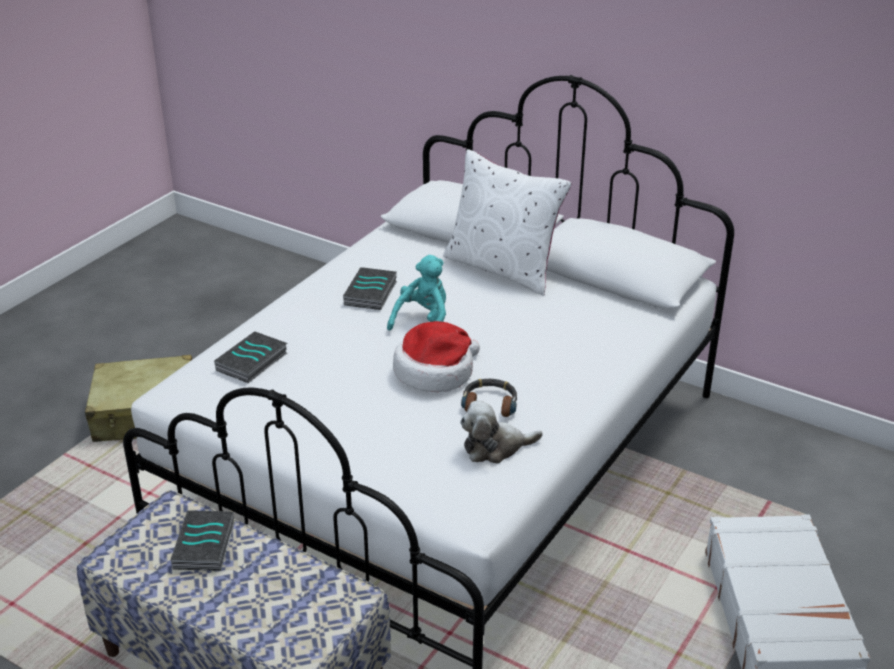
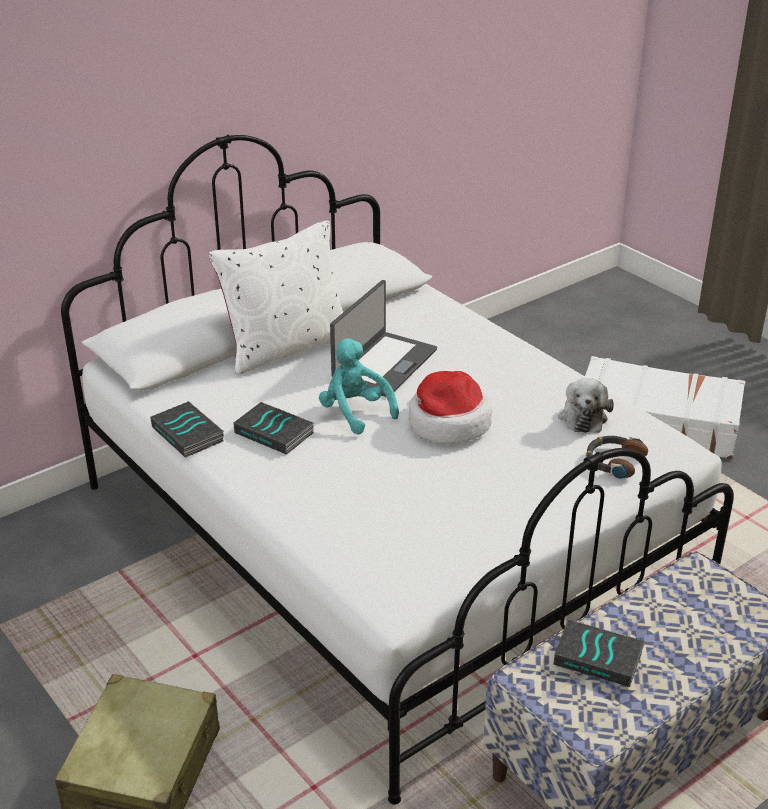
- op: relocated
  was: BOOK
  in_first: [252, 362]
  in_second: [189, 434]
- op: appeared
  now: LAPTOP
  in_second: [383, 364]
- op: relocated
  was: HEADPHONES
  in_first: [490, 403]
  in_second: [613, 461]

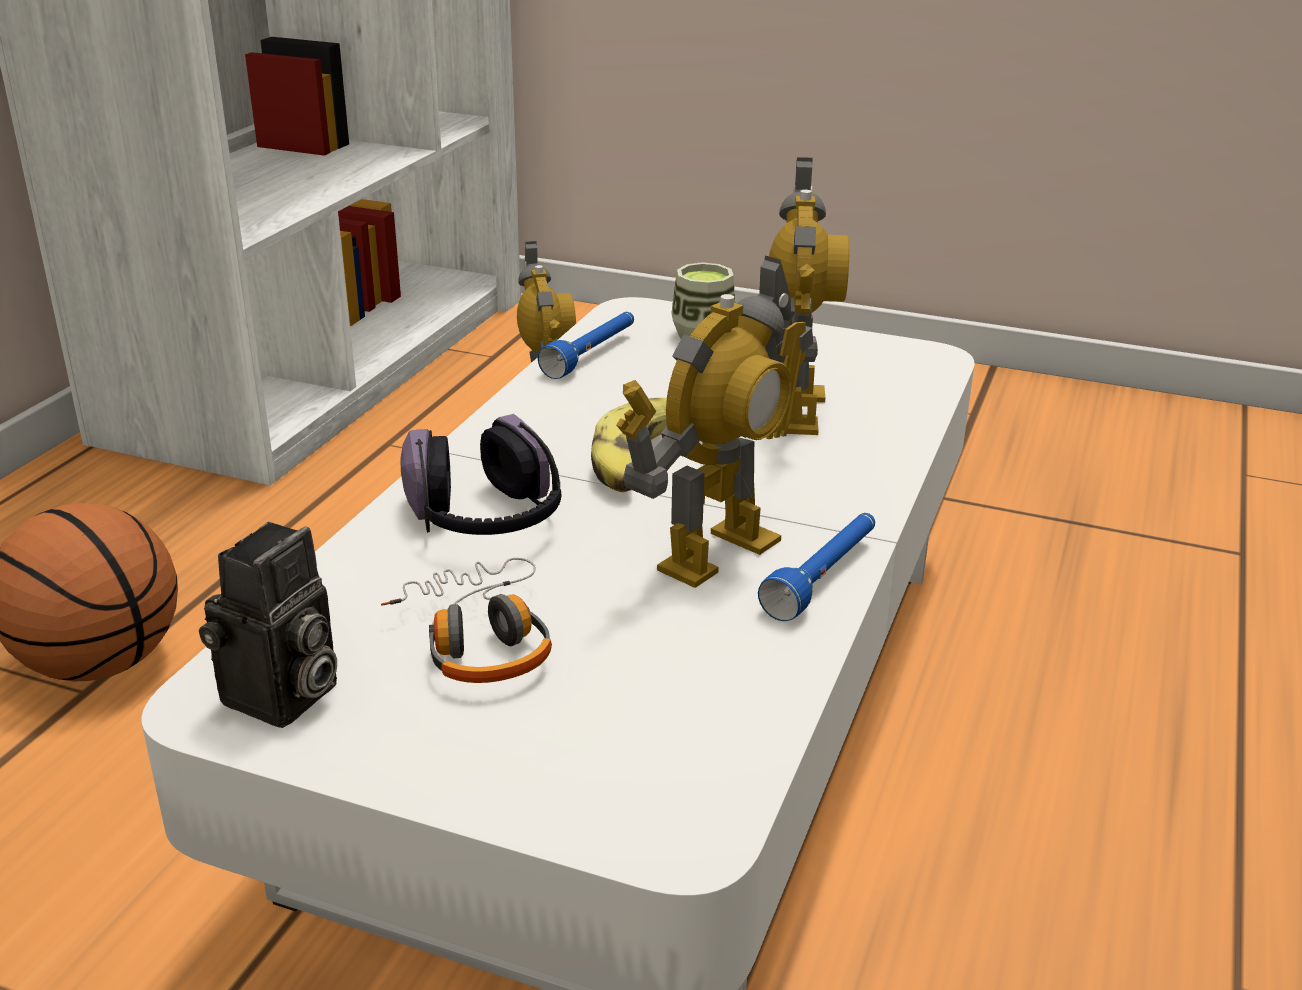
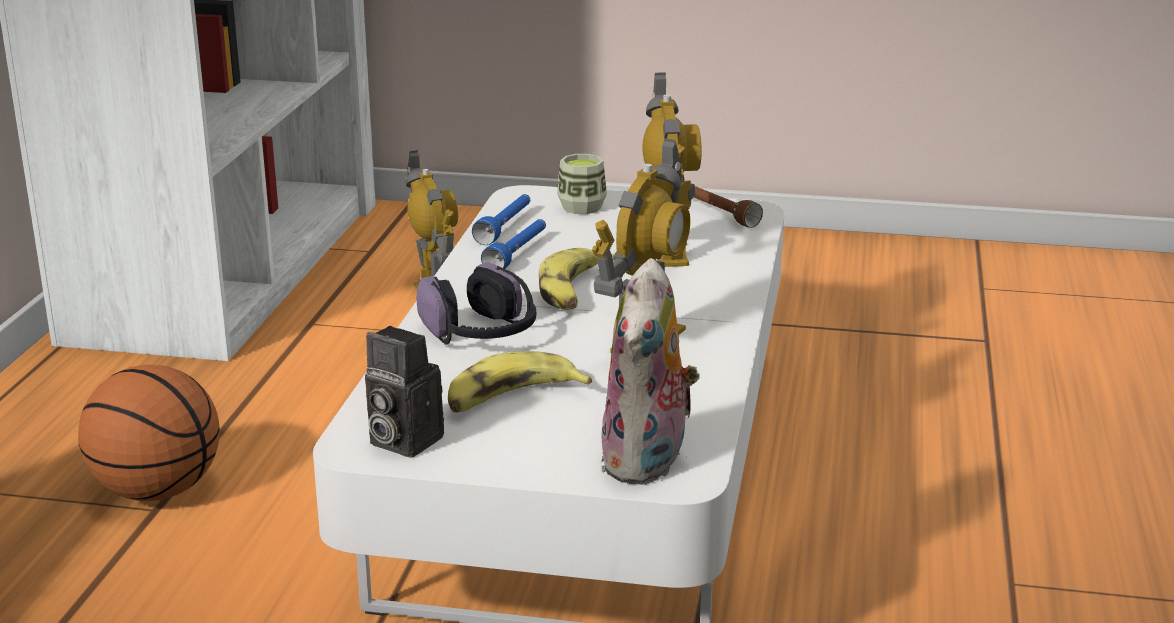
- op: spun
  was: PHOTO CAMERA
  in_first: [281, 699]
  in_second: [400, 441]
  clockwise: 105
- op: exchanged
  was: HEADPHONES
  now: BANANA
  in_first: [479, 639]
  in_second: [511, 399]
- op: relocated
  was: BLUE FLASHLIGHT
  in_first: [823, 578]
  in_second: [518, 254]
- op: appeared
  now: PLUSH TOY
  in_second: [648, 463]
- op: appeared
  now: BROWN FLASHLIGHT
  in_second: [718, 213]

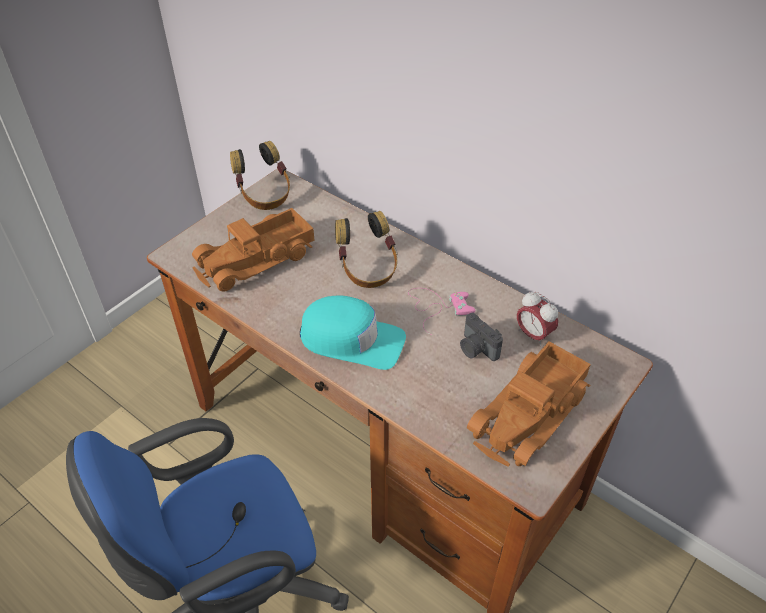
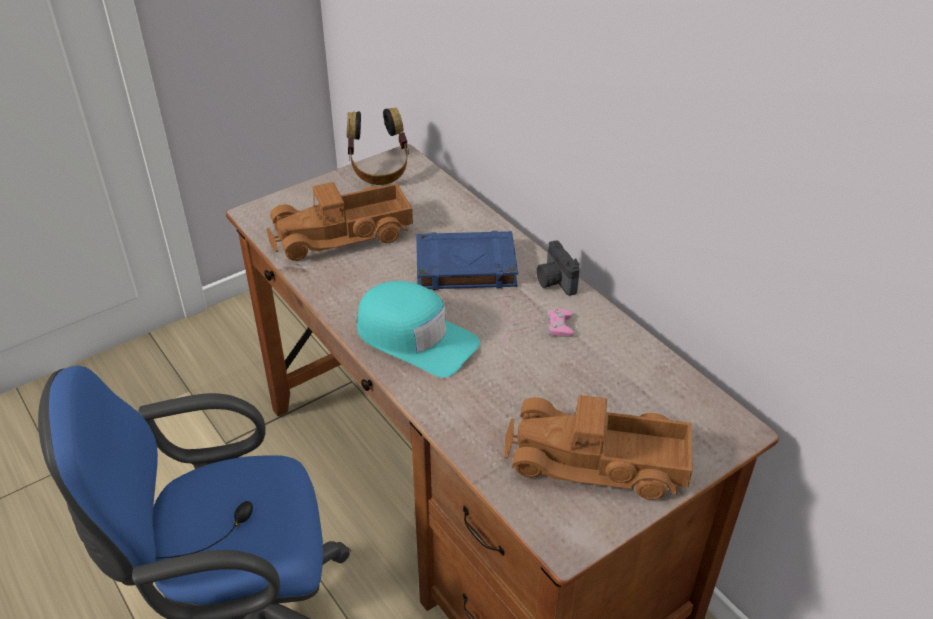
- op: exchanged
  was: HEADPHONES
  now: BLUE BOOK
  in_first: [367, 269]
  in_second: [464, 267]
- op: spun
  was: TOY TRUCK
  in_first: [531, 414]
  in_second: [597, 463]
  clockwise: 45
- op: relocated
  was: PHOTO CAMERA
  in_first: [476, 349]
  in_second: [554, 281]
- op: missing
  was: ALARM CLOCK
  in_first: [533, 335]

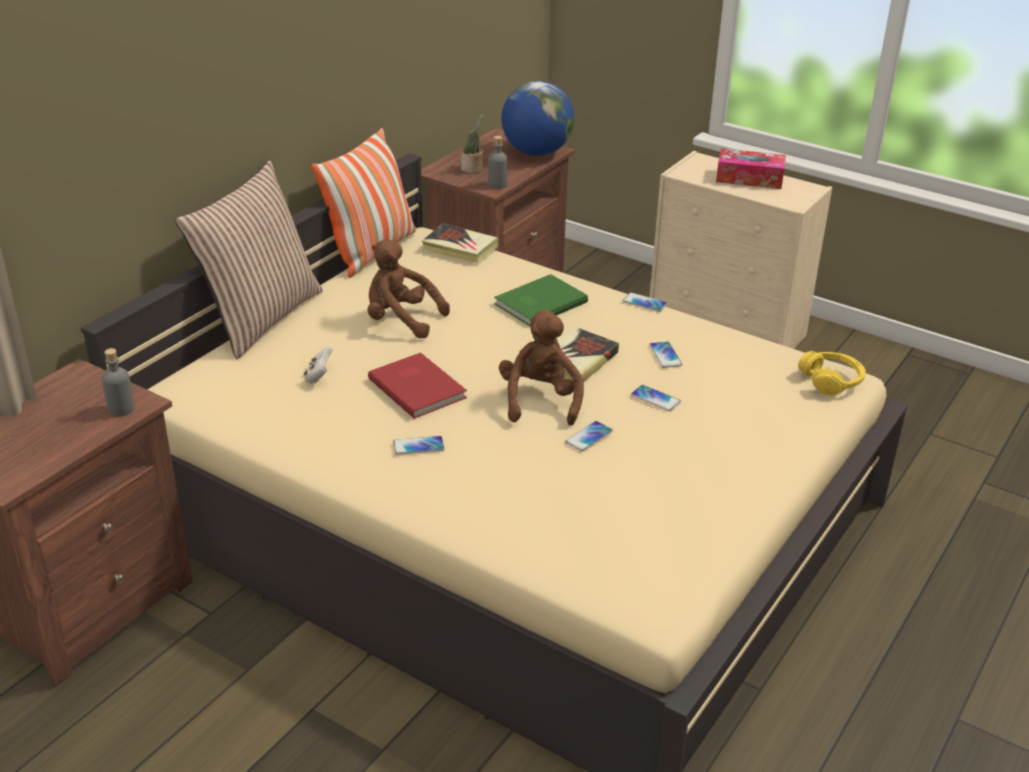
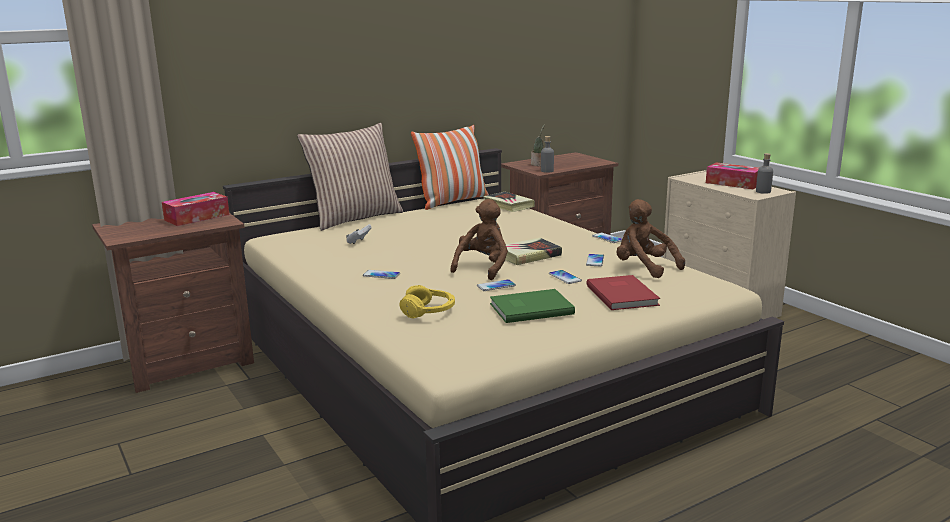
- op: appeared
  now: TISSUE BOX
  in_second: [197, 217]
- op: relocated
  was: YELLOW HEADPHONES
  in_first: [831, 381]
  in_second: [428, 311]
- op: relocated
  was: GREEN BOOK
  in_first: [538, 302]
  in_second: [529, 308]
- op: relocated
  was: RED BOOK
  in_first: [418, 387]
  in_second: [623, 294]
- op: relocated
  was: BROWN PLUSH TOY
  in_first: [401, 320]
  in_second: [644, 268]
- op: relocated
  was: GREY BOTTLE
  in_first: [121, 409]
  in_second: [763, 191]
- op: missing
  was: GLOBE
  in_first: [537, 152]

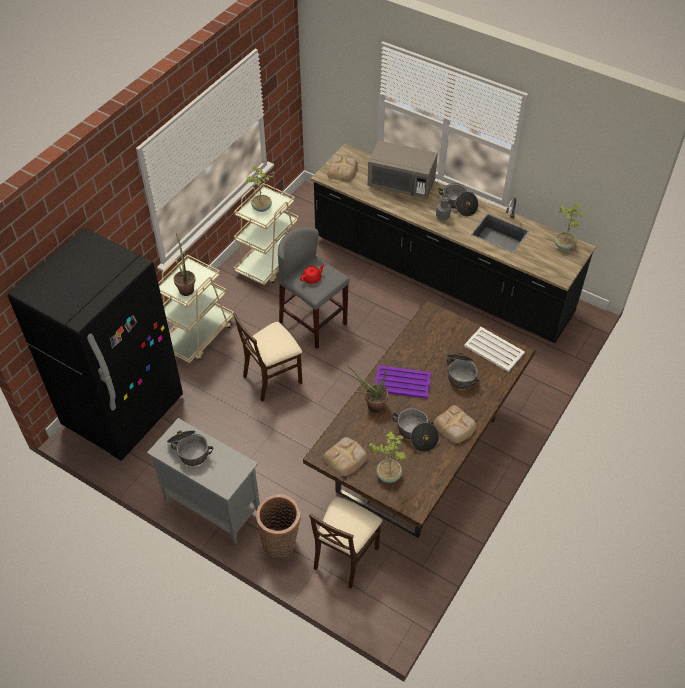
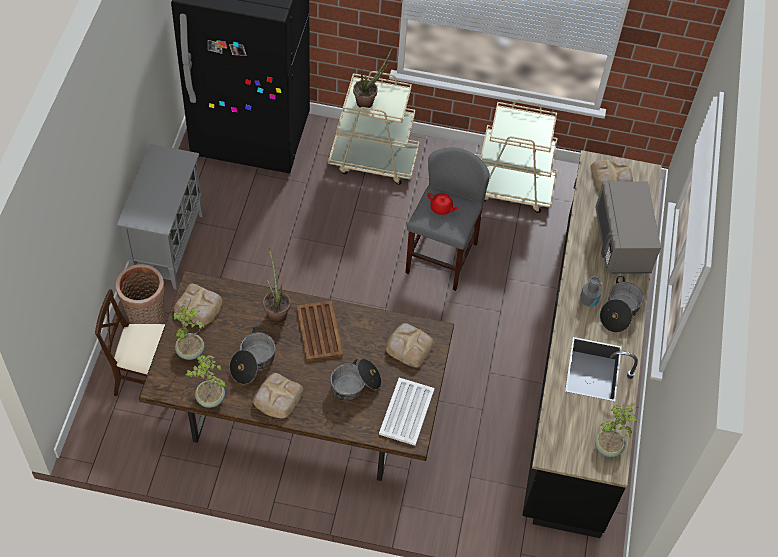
- op: relocated
  was: POTTED PLANT
  in_first: [262, 208]
  in_second: [210, 399]
- op: colour
  was: PURPLE TRAY
  now: BROWN TRAY
  in_first: [401, 382]
  in_second: [319, 330]
- op: appeared
  now: BREAD
  in_second: [409, 346]
- op: missing
  was: COOKING POT
  in_first: [190, 450]
- op: missing
  was: BEIGE CHAIR
  in_first: [272, 378]

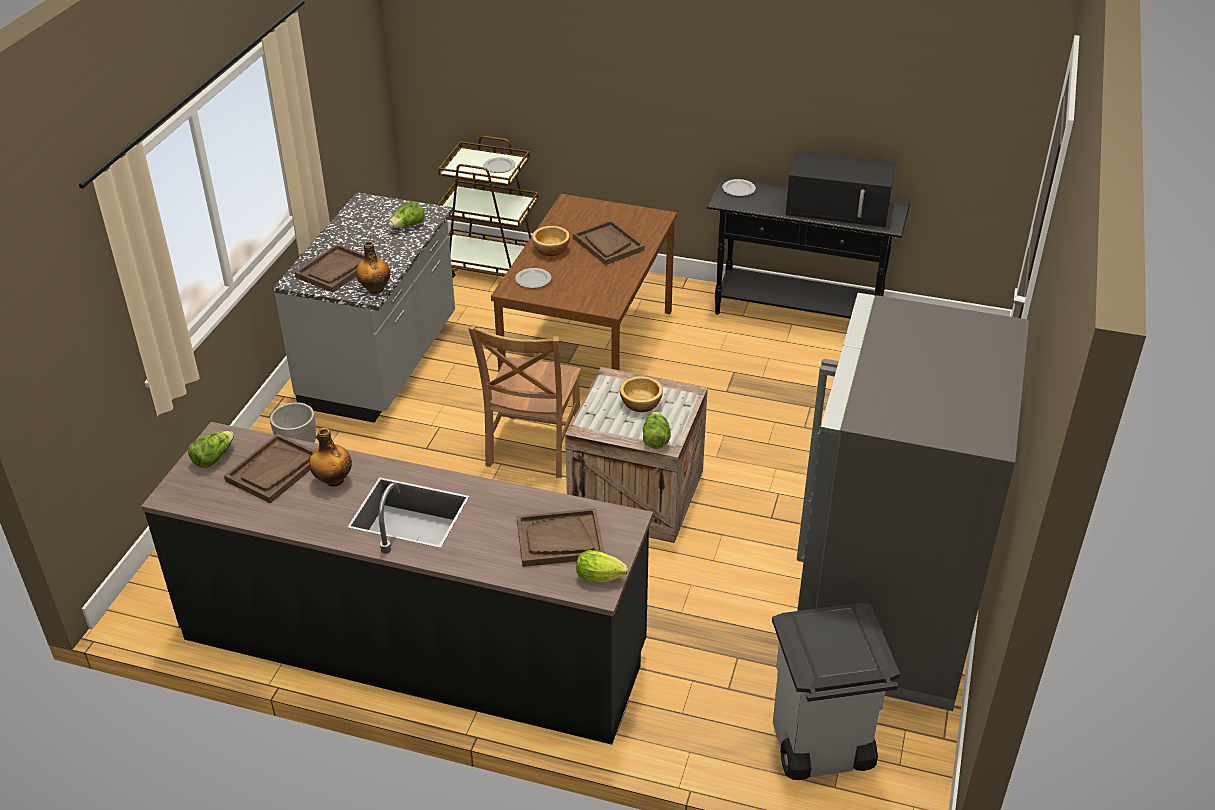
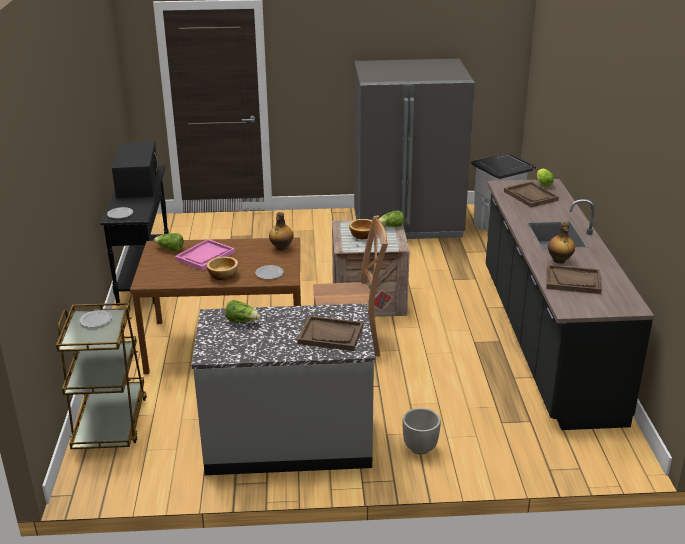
- op: relocated
  was: LETTUCE
  in_first: [213, 458]
  in_second: [170, 249]
- op: colour
  was: BROWN TRAY
  now: PINK TRAY
  in_first: [608, 244]
  in_second: [205, 256]
- op: relocated
  was: BOTTLE
  in_first: [375, 289]
  in_second: [281, 248]

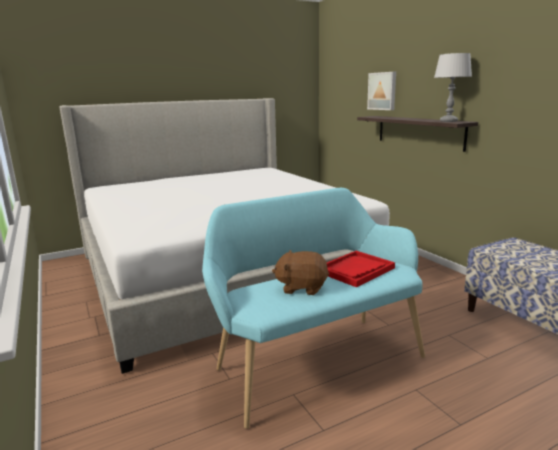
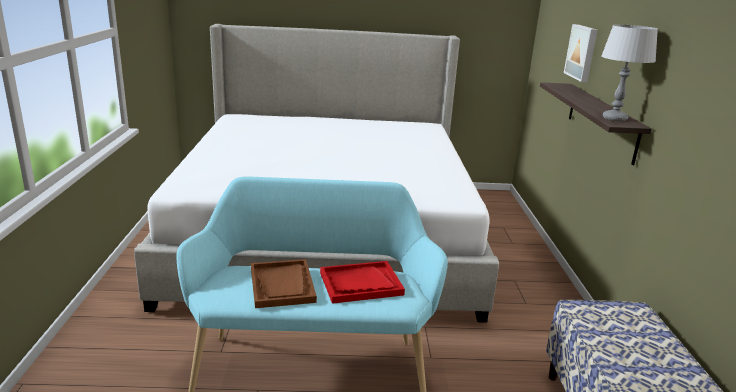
- op: exchanged
  was: BROWN PLUSH TOY
  now: BROWN TRAY
  in_first: [302, 287]
  in_second: [282, 285]

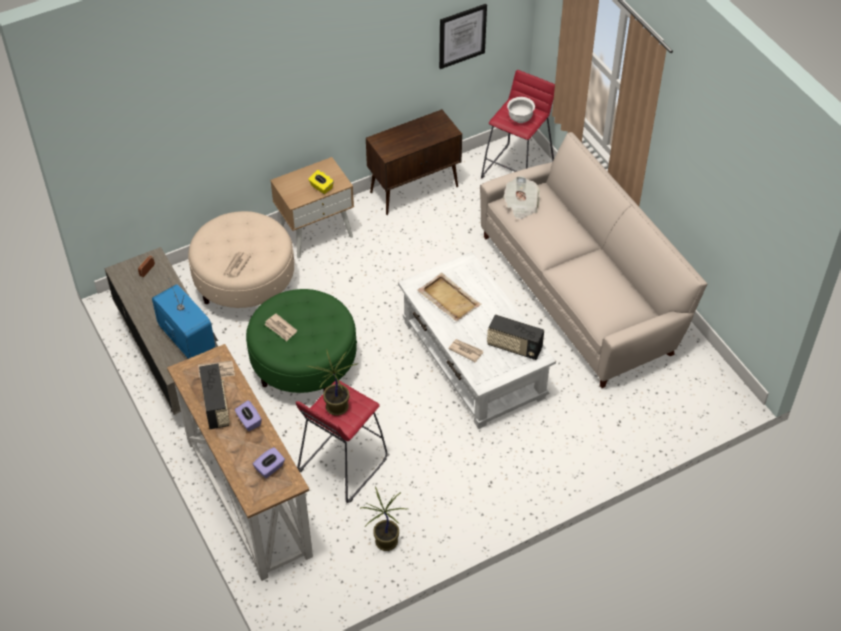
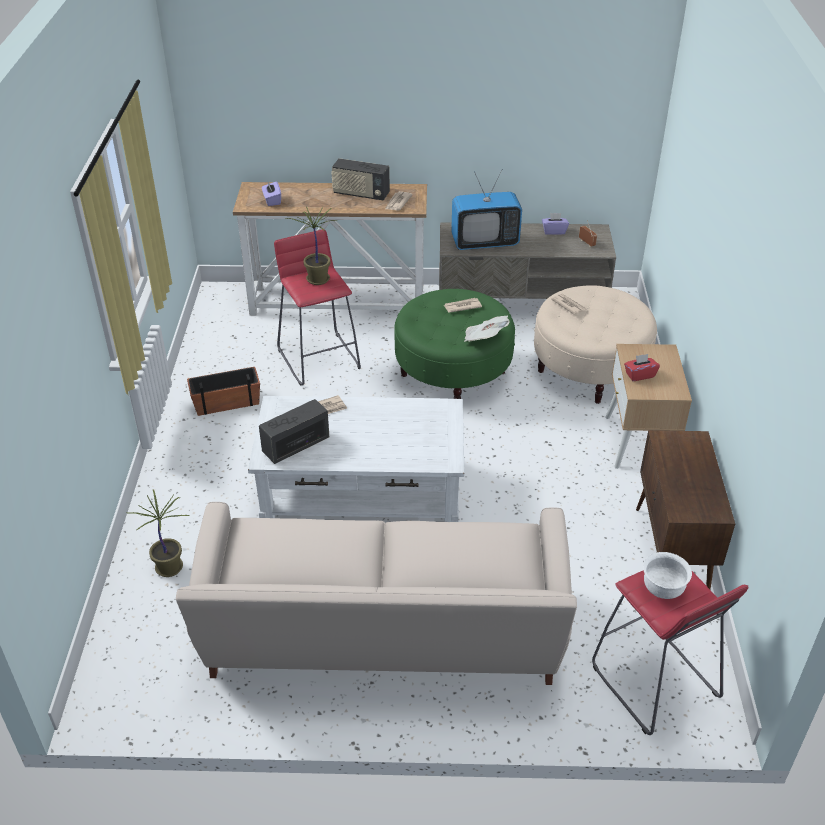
- op: relocated
  was: POTTED PLANT
  in_first: [385, 542]
  in_second: [169, 567]
- op: appeared
  now: PLANTER
  in_second: [226, 402]
- op: relocated
  was: NEWSPAPER
  in_first: [521, 205]
  in_second: [484, 338]
- op: relocated
  was: PURPLE TISSUE BOX
  in_first: [249, 421]
  in_second: [554, 231]
- op: colour
  was: YELLOW TISSUE BOX
  now: RED TISSUE BOX
  in_first: [321, 187]
  in_second: [639, 375]
- op: missing
  was: BEIGE TRAY
  in_first: [448, 298]
- op: missing
  was: PICTURE
  in_first: [462, 36]

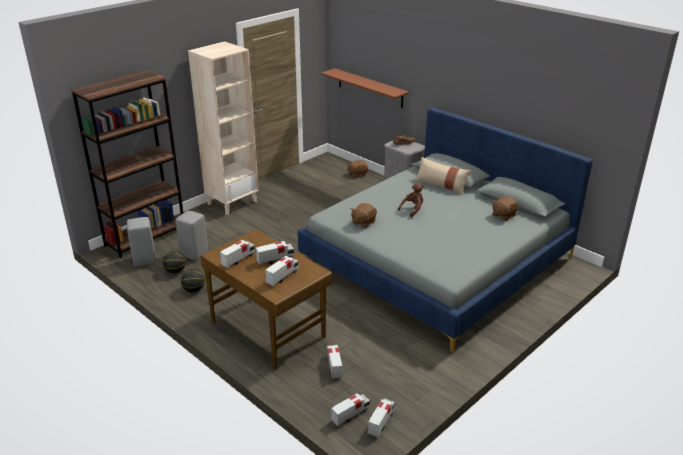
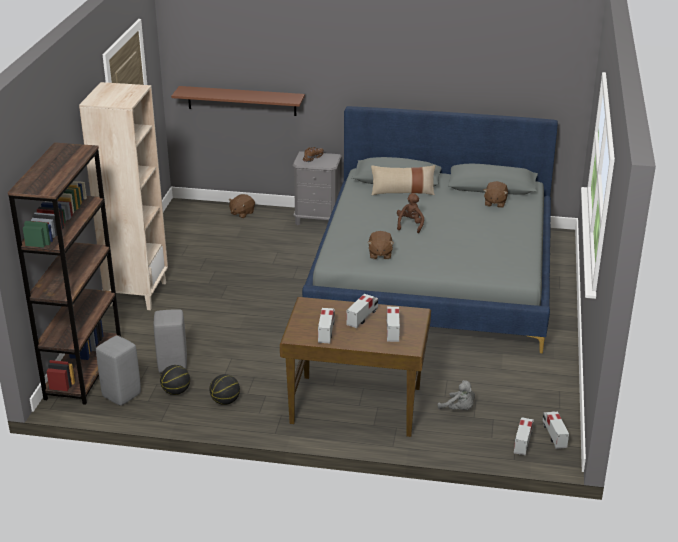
- op: exchanged
  was: TOY TRUCK
  now: GREY PLUSH TOY
  in_first: [334, 366]
  in_second: [459, 409]

